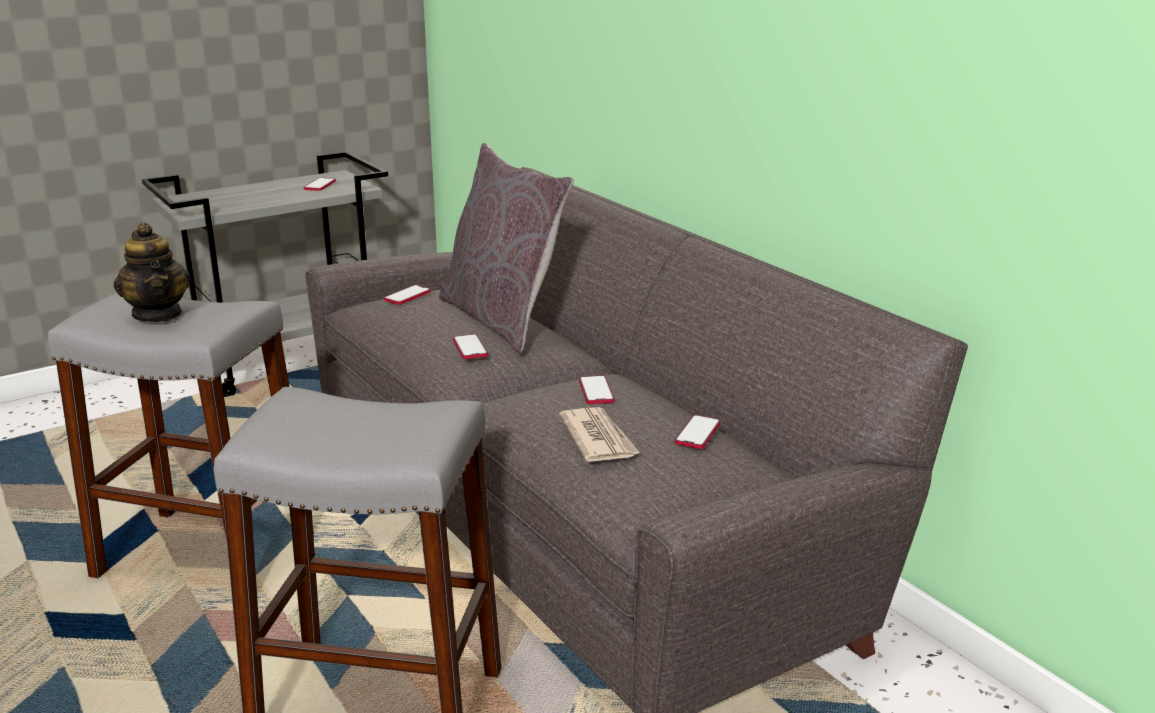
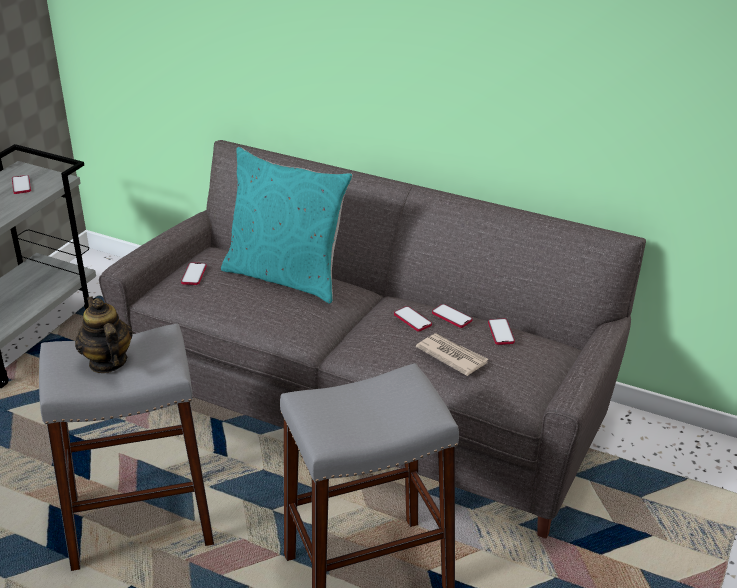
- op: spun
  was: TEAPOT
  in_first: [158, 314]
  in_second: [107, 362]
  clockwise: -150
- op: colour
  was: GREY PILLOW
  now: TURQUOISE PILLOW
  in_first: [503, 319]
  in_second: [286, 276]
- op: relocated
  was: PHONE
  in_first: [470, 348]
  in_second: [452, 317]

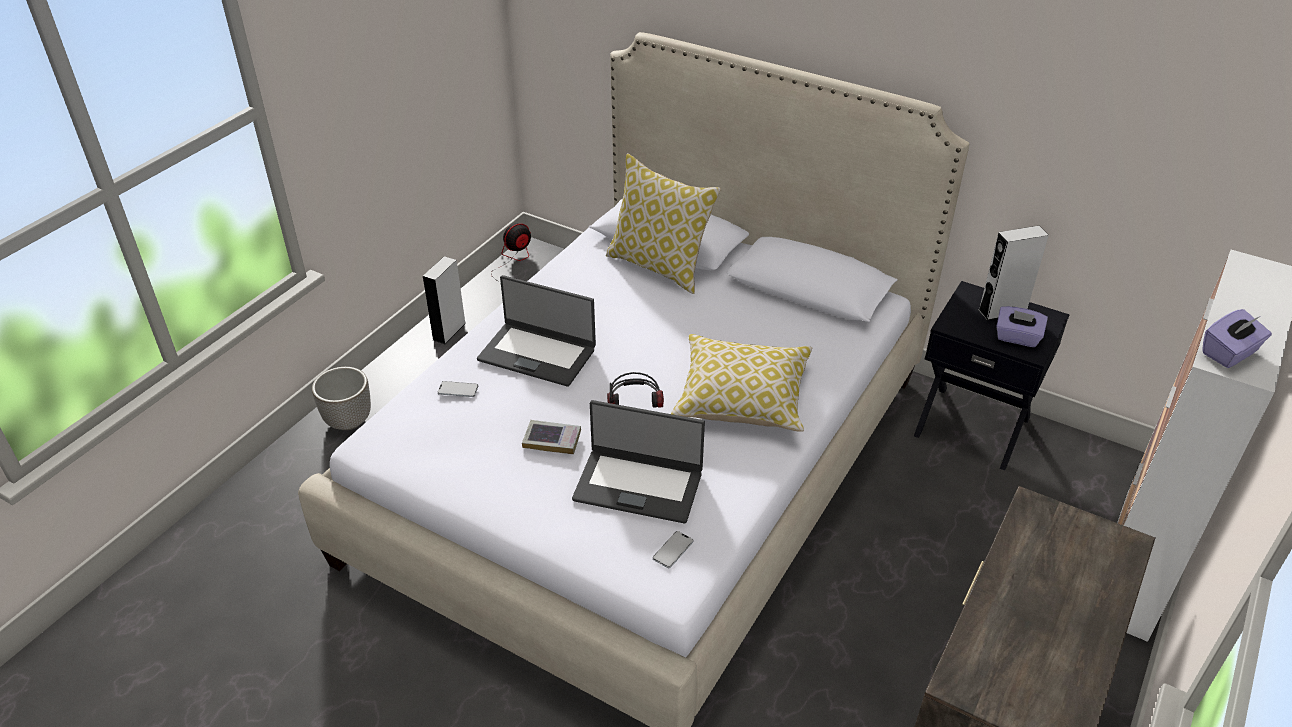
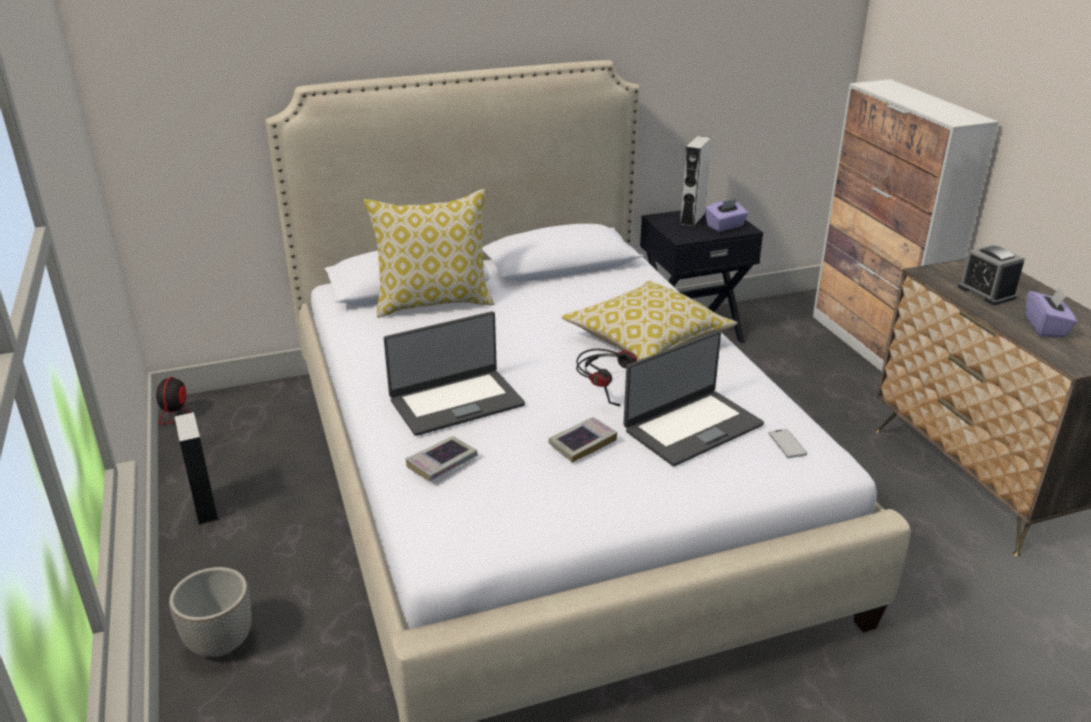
- op: exchanged
  was: PHONE
  now: BOOK
  in_first: [458, 390]
  in_second: [442, 463]
- op: appeared
  now: ALARM CLOCK
  in_second: [986, 292]
- op: relocated
  was: PURPLE TISSUE BOX
  in_first: [1229, 353]
  in_second: [1045, 327]

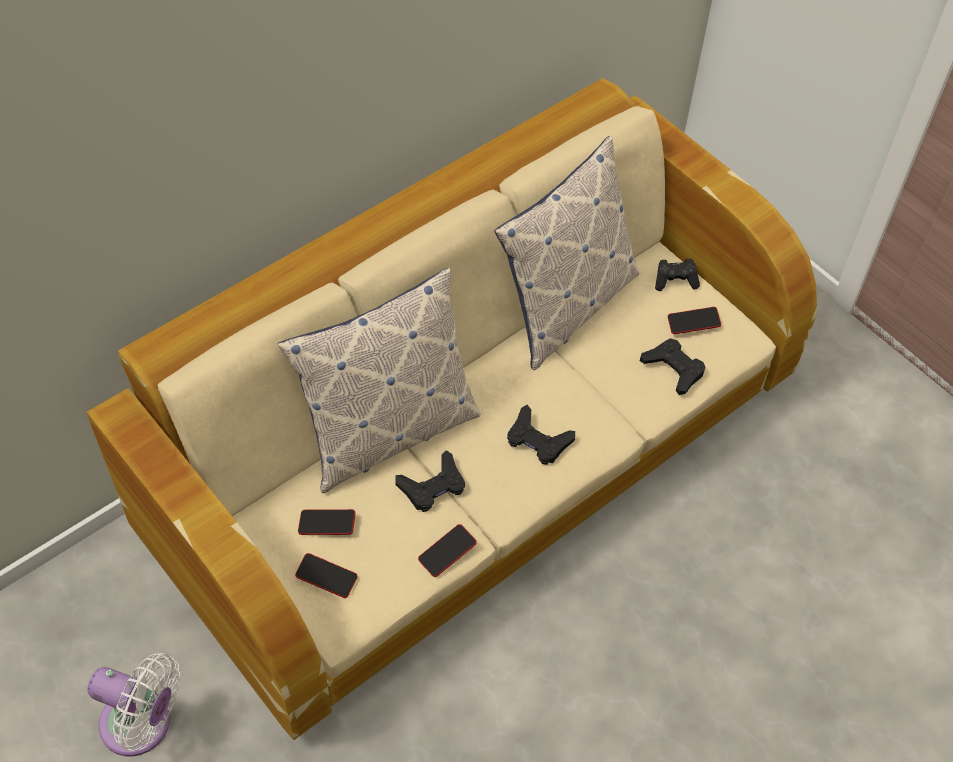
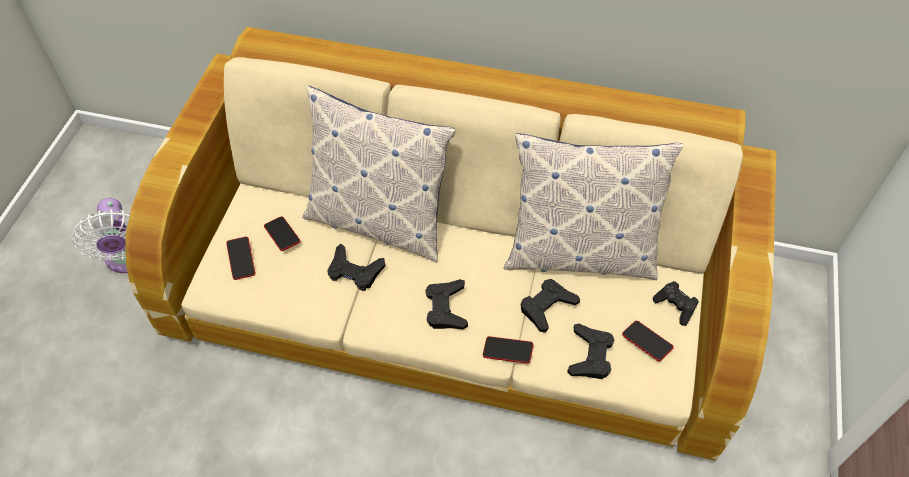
- op: relocated
  was: PHONE
  in_first: [447, 552]
  in_second: [507, 351]
- op: appeared
  now: BLACK GAME CONTROLLER
  in_second: [547, 307]

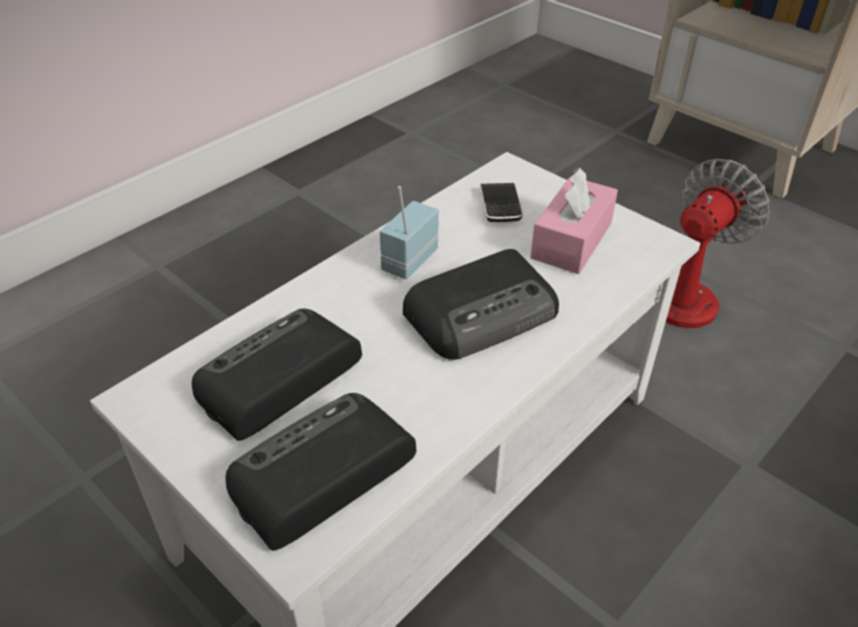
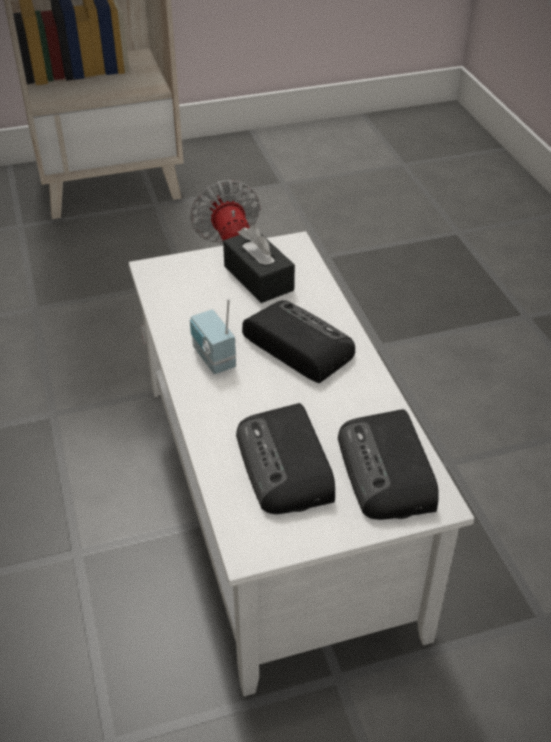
- op: colour
  was: PINK TISSUE BOX
  now: BLACK TISSUE BOX
  in_first: [571, 240]
  in_second: [258, 278]
- op: spun
  was: RADIO
  in_first: [484, 313]
  in_second: [297, 345]
  clockwise: -45
- op: missing
  was: PHONE
  in_first: [500, 205]

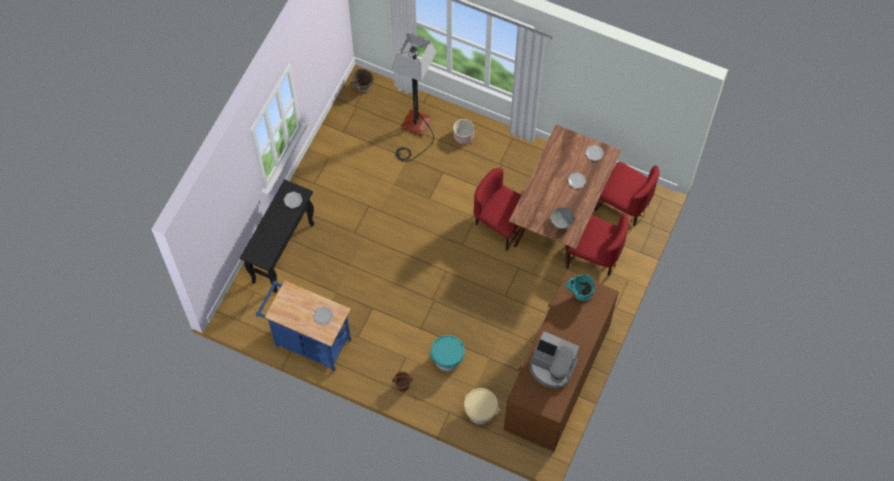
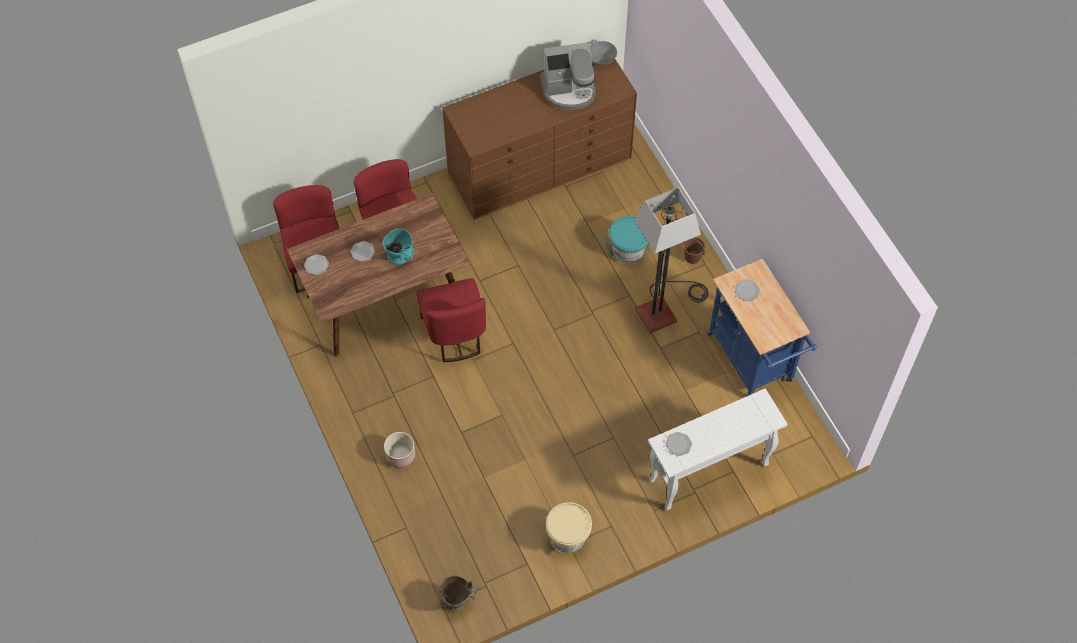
- op: relocated
  was: TURQUOISE VASE
  in_first: [579, 294]
  in_second: [401, 258]
- op: spun
  was: COFFEE MACHINE
  in_first: [552, 367]
  in_second: [569, 90]
  clockwise: 105
- op: relocated
  was: BEIGE BUCKET
  in_first: [480, 412]
  in_second: [568, 536]
- op: relocated
  was: GREY BOWL
  in_first: [561, 221]
  in_second: [601, 59]
- op: relocated
  was: FLOOR LAMP
  in_first: [415, 131]
  in_second: [664, 308]
- op: colour
  was: BLACK CONSOLE TABLE
  now: WHITE CONSOLE TABLE
  in_first: [283, 252]
  in_second: [708, 473]

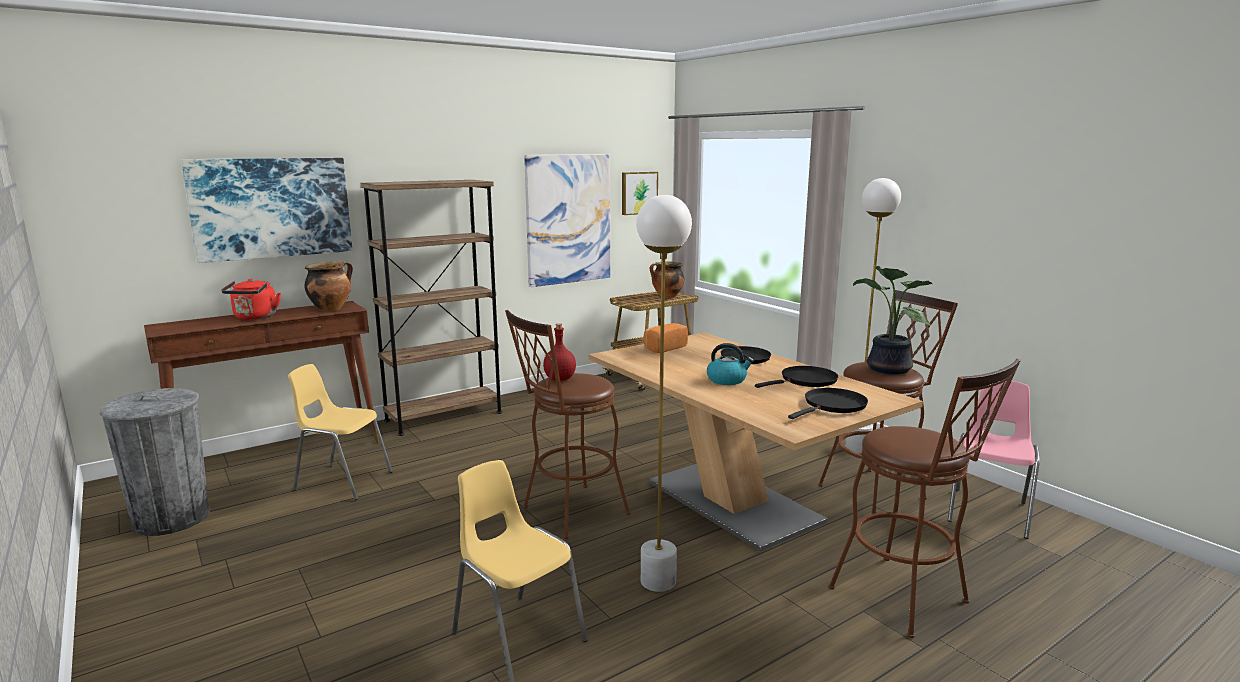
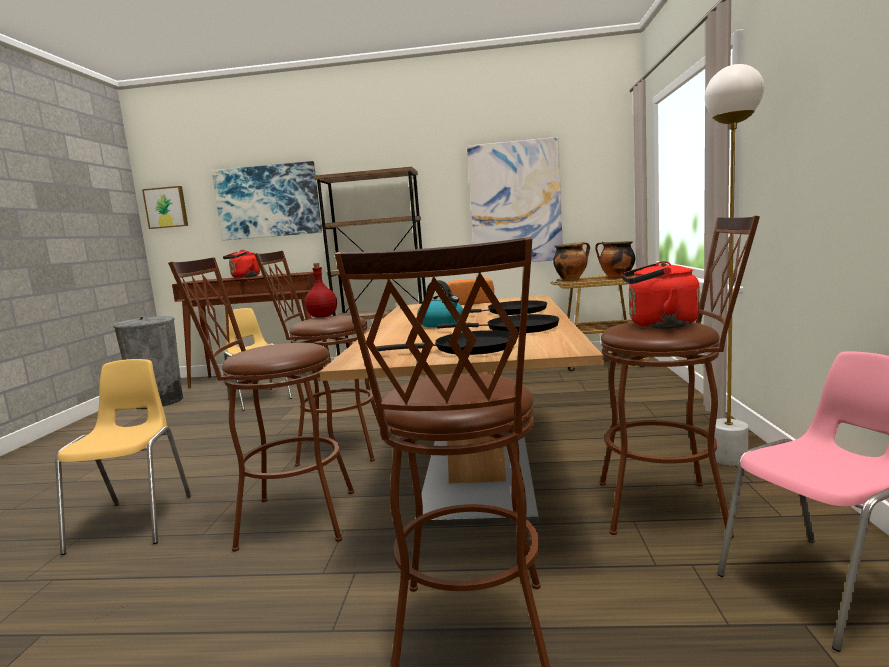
- op: relocated
  was: PICTURE
  in_first: [638, 193]
  in_second: [166, 207]
- op: exchanged
  was: WHITE FLOOR LAMP
  now: BROWN STOOL
  in_first: [657, 581]
  in_second: [286, 519]
- op: relocated
  was: COOKING POT
  in_first: [331, 308]
  in_second: [571, 279]
- op: exchanged
  was: POTTED PLANT
  now: RED KETTLE
  in_first: [885, 369]
  in_second: [658, 325]

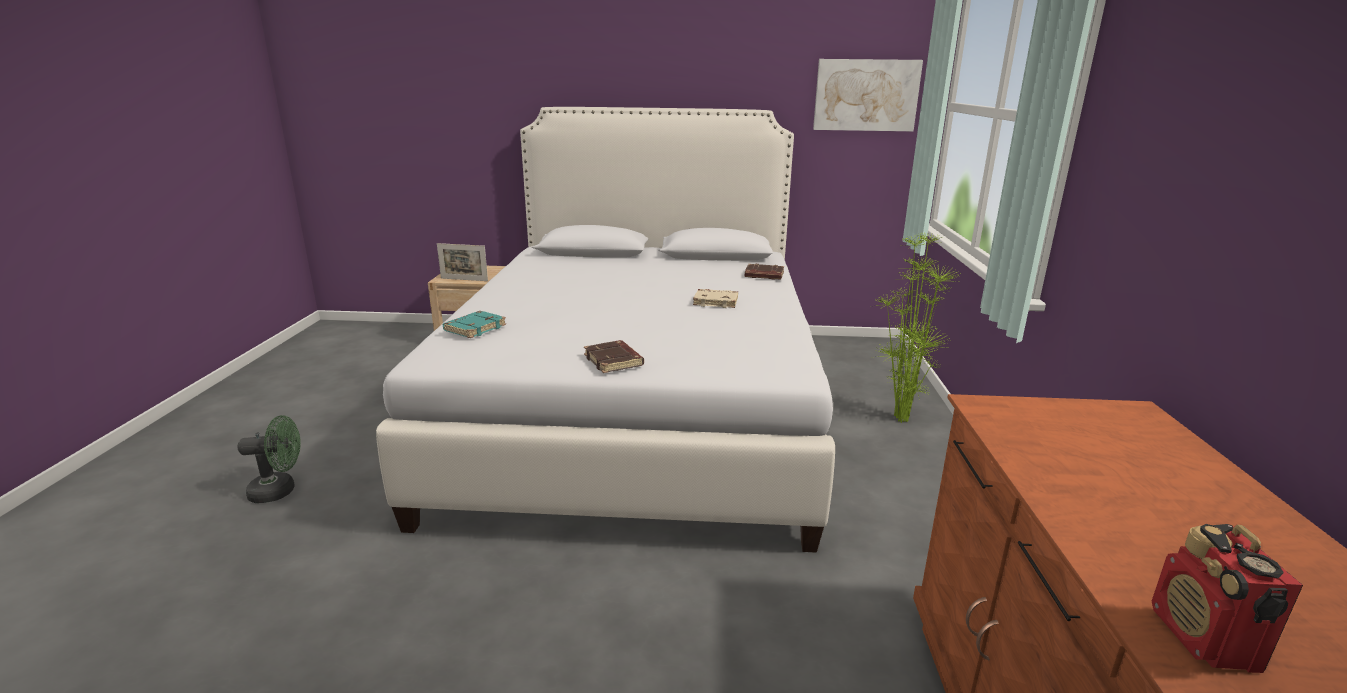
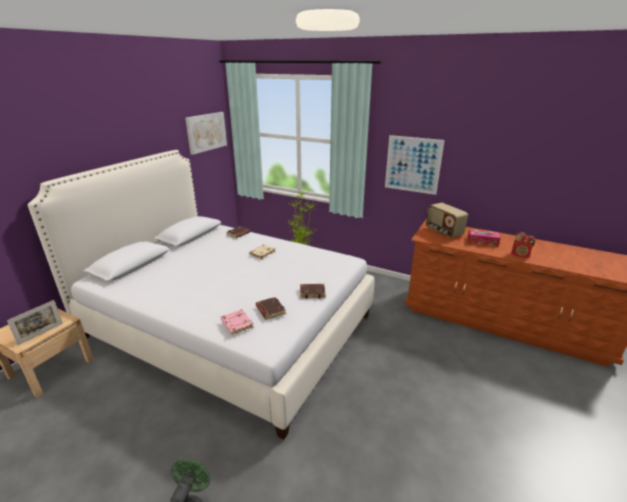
- op: colour
  was: TURQUOISE BOOK
  now: PINK BOOK
  in_first: [475, 328]
  in_second: [236, 324]
- op: appeared
  now: BROWN BOOK
  in_second: [270, 310]
- op: appeared
  now: PICTURE
  in_second: [413, 164]
- op: appeared
  now: RADIO
  in_second: [443, 232]
- op: appeared
  now: TISSUE BOX
  in_second: [482, 242]

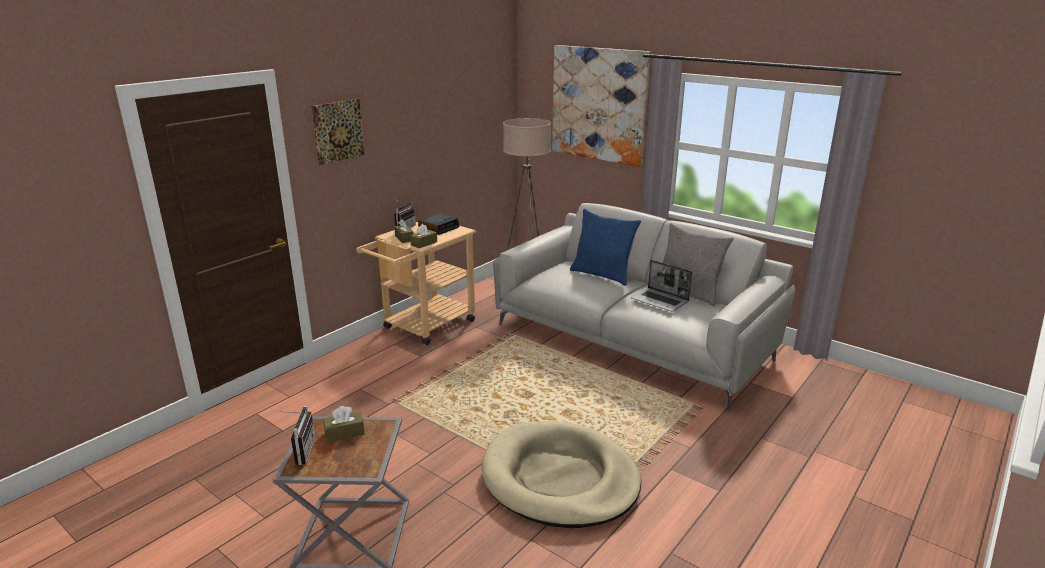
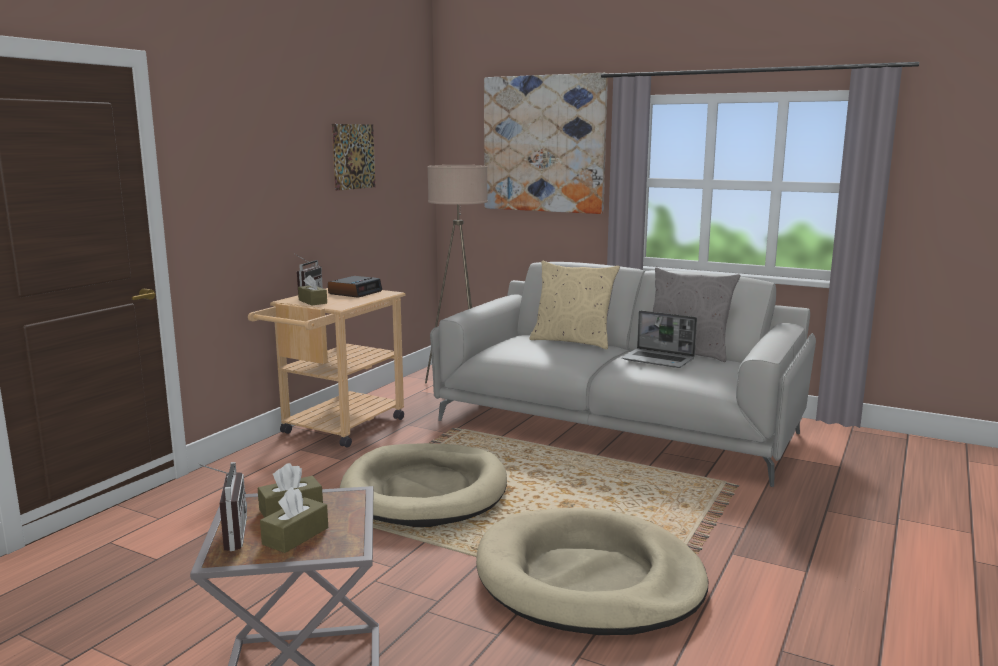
- op: relocated
  was: BROWN TISSUE BOX
  in_first: [424, 243]
  in_second: [295, 536]
- op: relocated
  was: PICTURE
  in_first: [338, 131]
  in_second: [353, 156]
- op: appeared
  now: BEIGE DOG BED
  in_second: [425, 491]
- op: colour
  was: BLUE PILLOW
  now: BEIGE PILLOW
  in_first: [602, 274]
  in_second: [572, 341]

